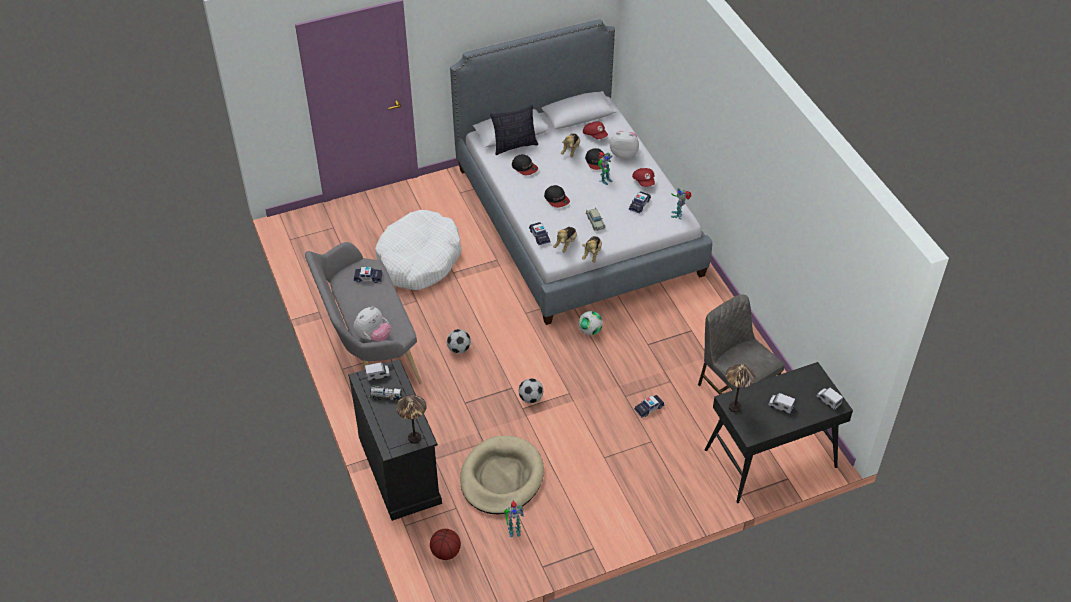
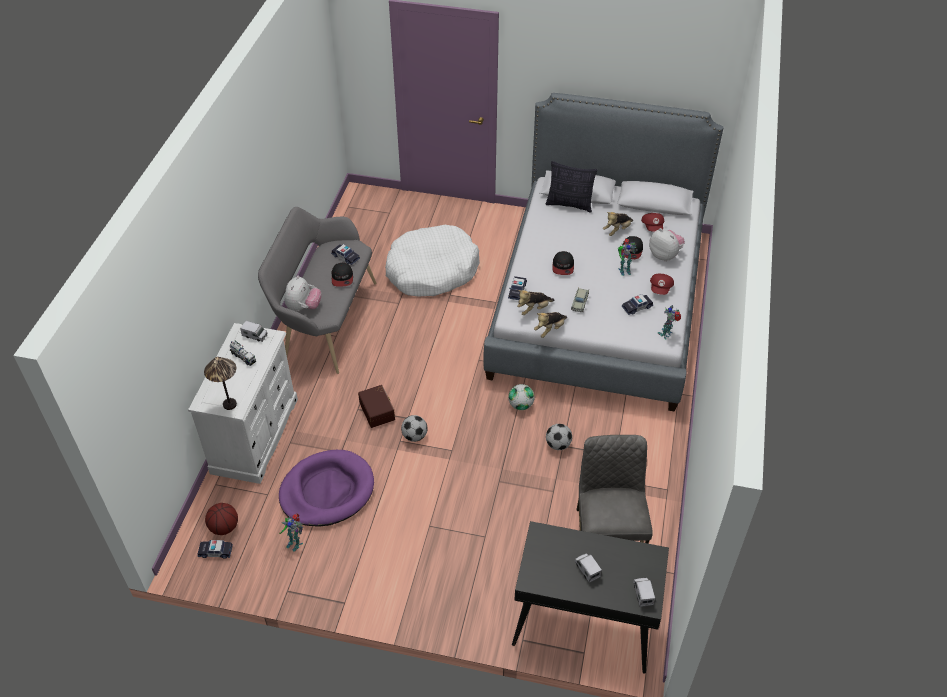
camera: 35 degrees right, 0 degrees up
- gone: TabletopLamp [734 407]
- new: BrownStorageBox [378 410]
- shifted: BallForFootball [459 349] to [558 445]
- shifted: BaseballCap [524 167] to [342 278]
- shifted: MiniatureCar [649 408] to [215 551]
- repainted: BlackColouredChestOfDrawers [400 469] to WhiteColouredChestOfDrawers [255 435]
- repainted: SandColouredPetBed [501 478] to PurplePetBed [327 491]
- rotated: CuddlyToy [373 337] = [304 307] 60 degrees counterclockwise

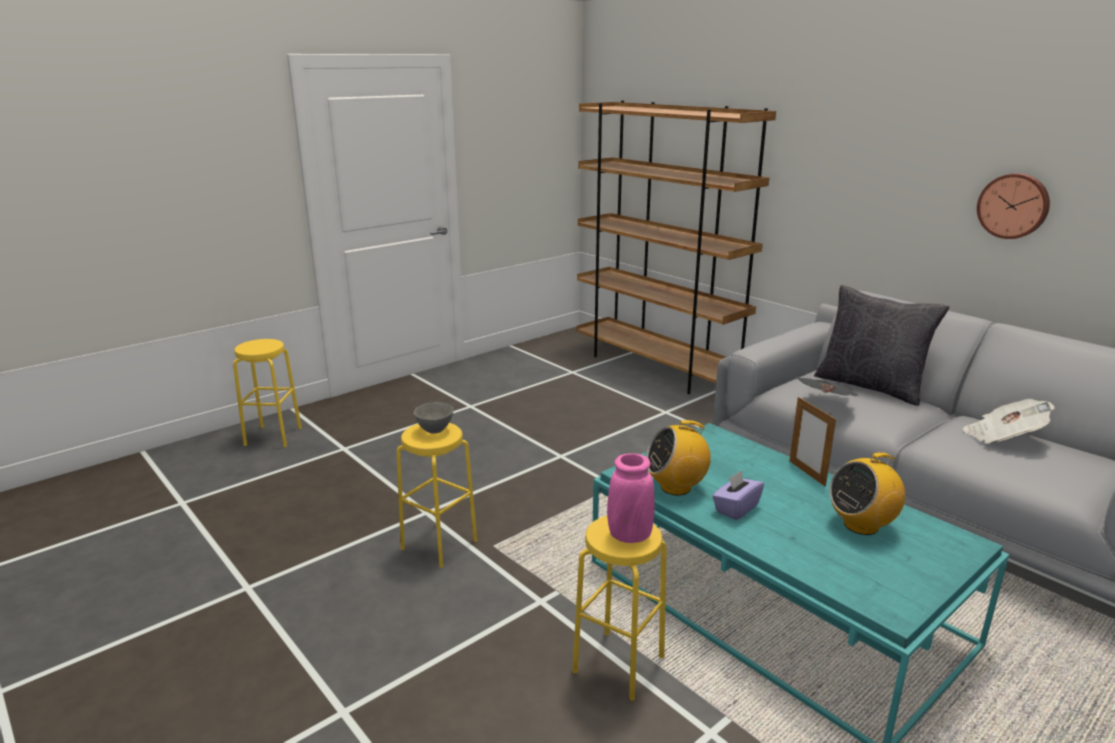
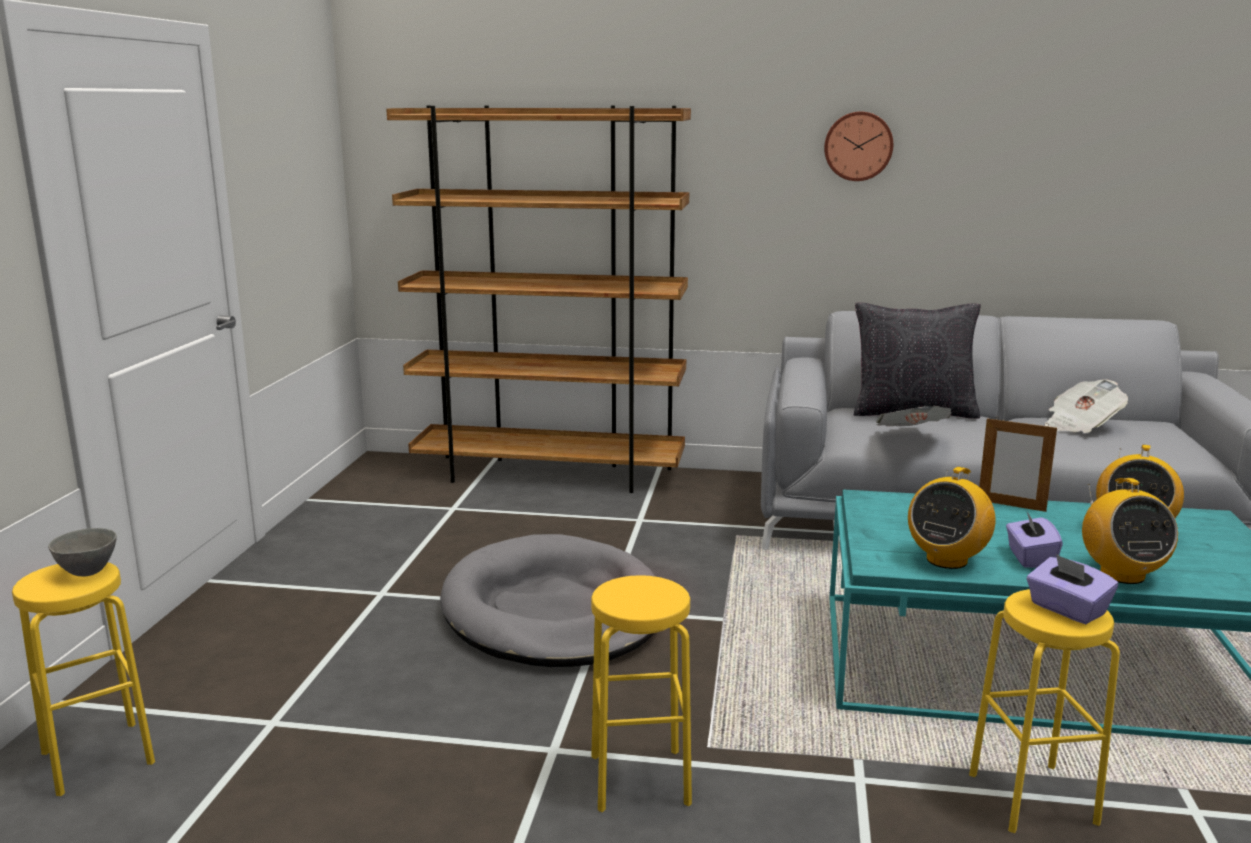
camera: 40 degrees left, 5 degrees down
- new: GreyishPetBed [553 611]
- new: Radio [1121 574]
- shifted: GreyishServingBowl [435 430] to [88 572]
- shifted: HangingClock [1013 205] to [858 146]
- swapped: PinkColouredFlowerVase [629 536] to PurpleBoxOfTissues [1067 610]

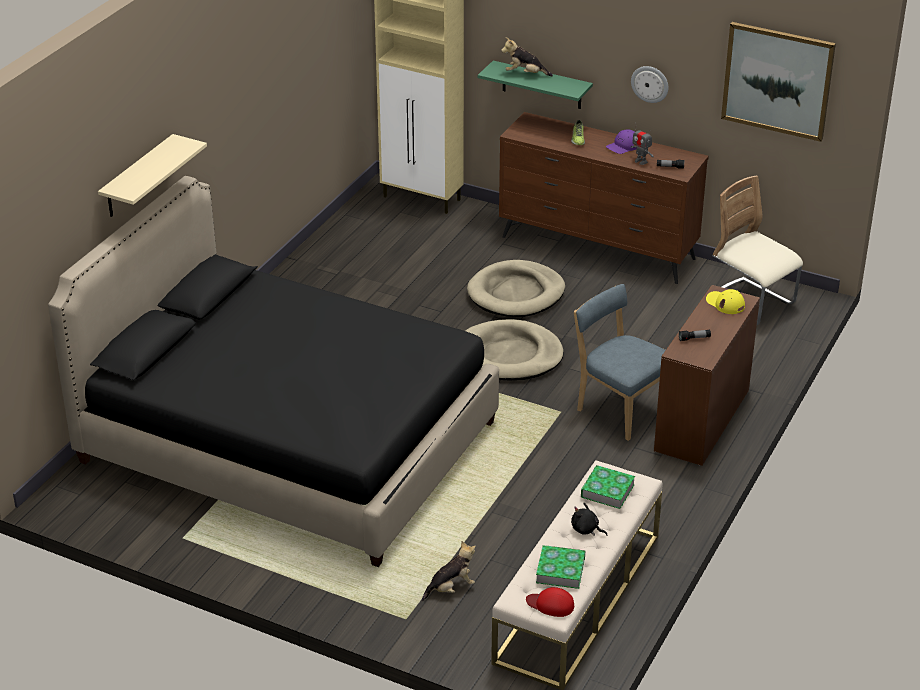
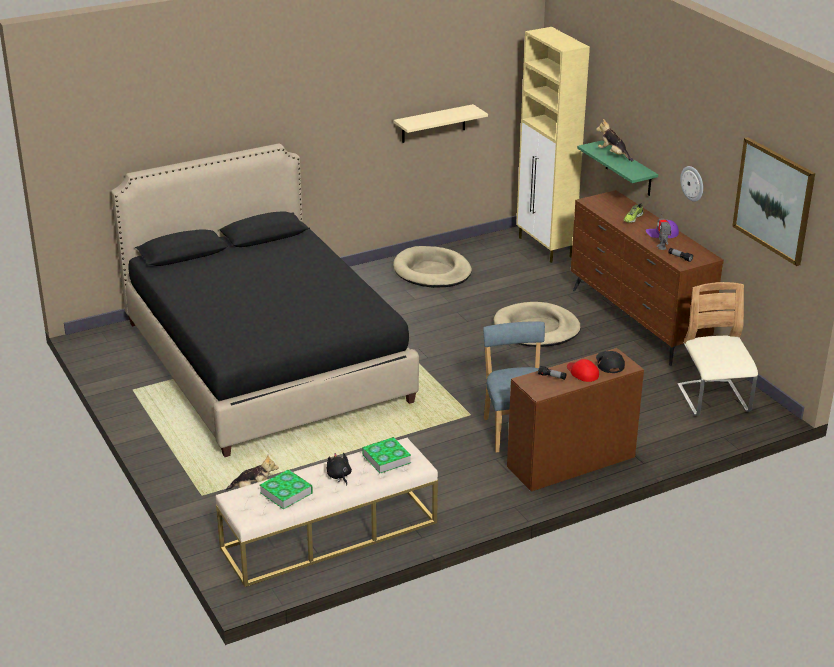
camera: 35 degrees right, 5 degrees down
- shifted: SandColouredWallShelf [138 177] to [433 124]
- shifted: SandColouredPetBed [510 355] to [432 271]
- shifted: RedBaseballCap [550 604] to [582 372]
- repainted: YellowBaseballCap [725 303] to BlackColouredBaseballCap [609 363]

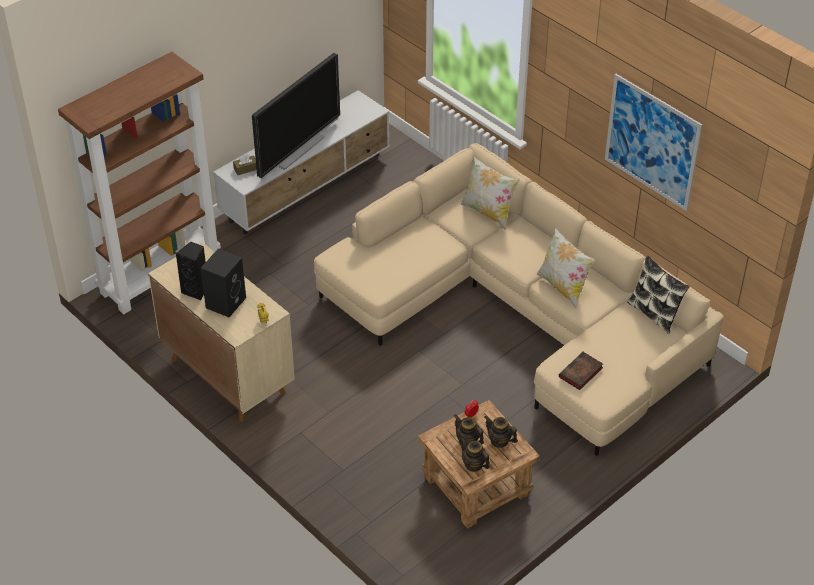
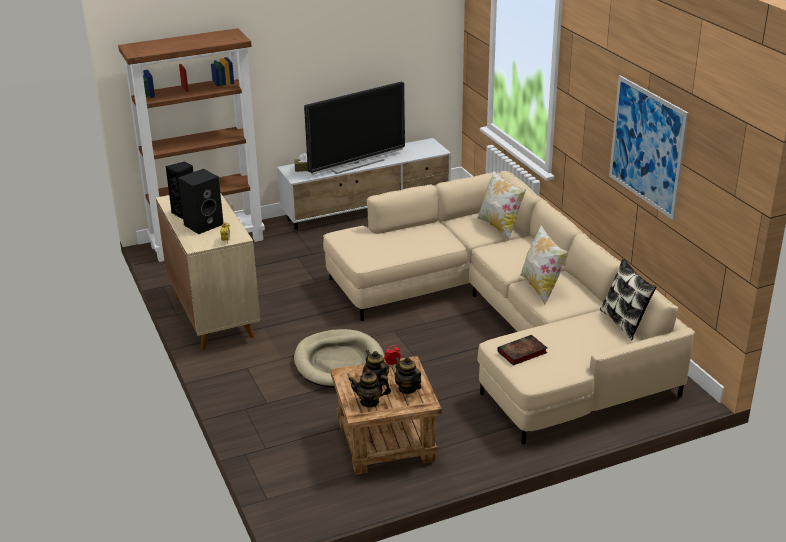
camera: 20 degrees right, 15 degrees down
- new: SandColouredPetBed [339 362]
- rotated: TeaPot [473 464] = [370 401] 60 degrees counterclockwise

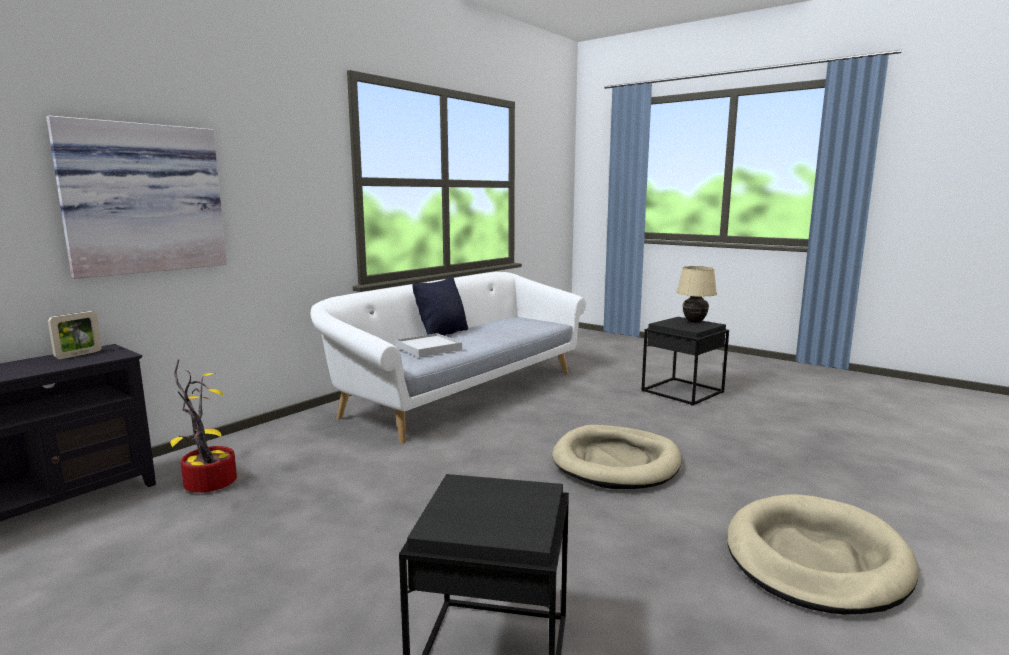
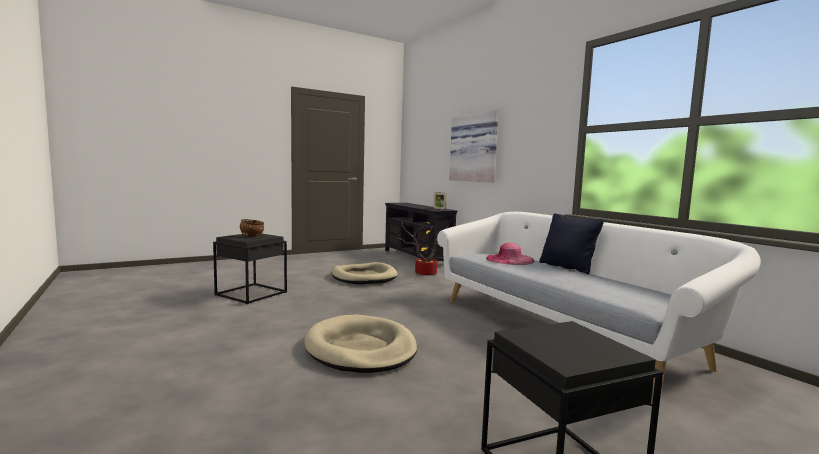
camera: 110 degrees right, 5 degrees down
- gone: SandColouredTabletopLamp [694 322]
- new: BrownServingBowl [252 236]
- shifted: SandColouredPetBed [815 559] to [364 277]
- swapped: WhiteColouredCarryingTray [428 348] to PinkColouredWearableHat [509 259]

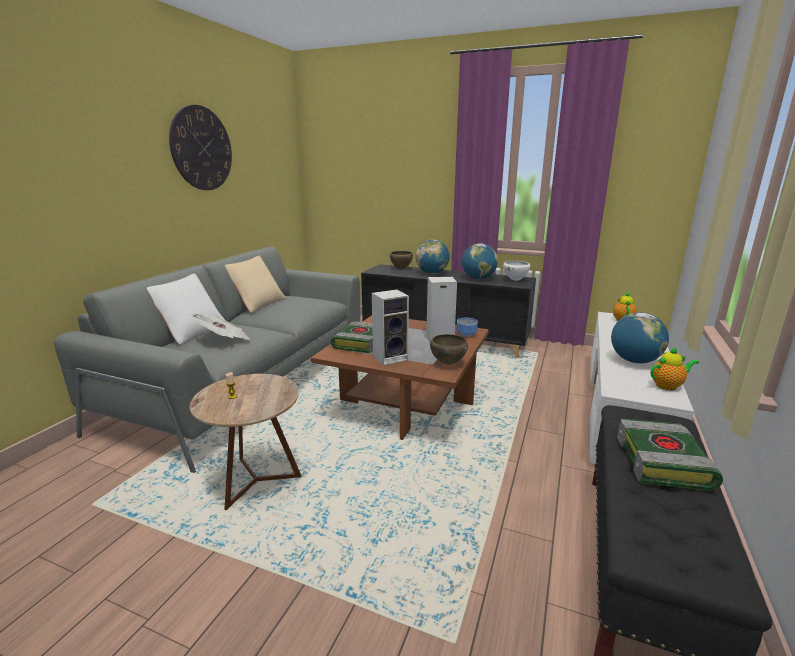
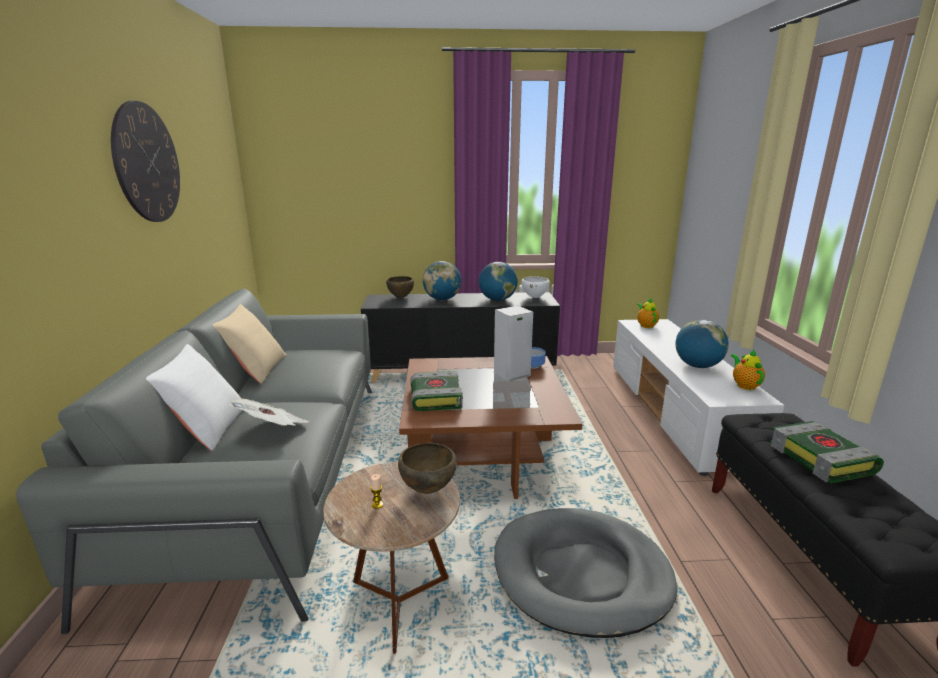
camera: 25 degrees left, 0 degrees up
- gone: Speaker [391 357]
- new: GreyishPetBed [581 574]
- shifted: BrownServingBowl [447 363] to [427 490]
- rotated: TeaPot [668 386] = [744 385] 60 degrees counterclockwise

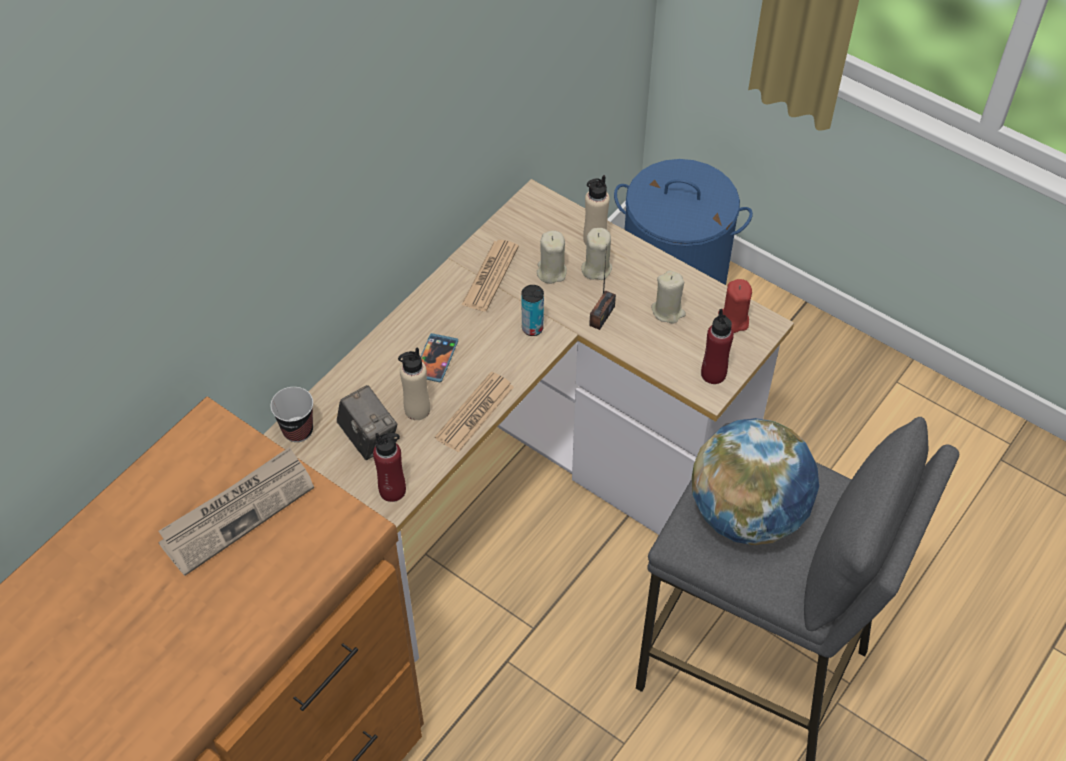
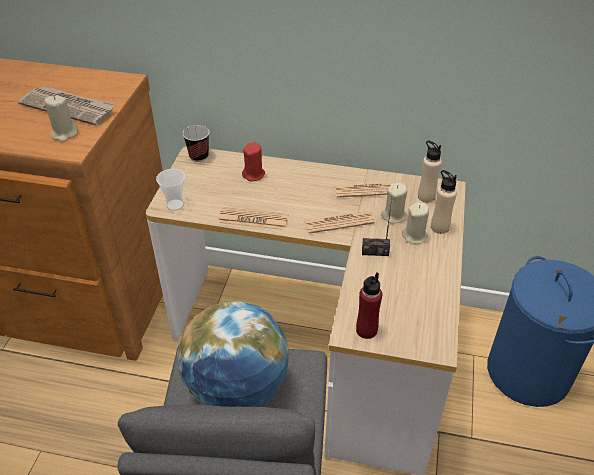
camera: 65 degrees right, 10 degrees down
- gone: PhotoCamera [369 438]
- gone: Handset [435 359]
- shifted: SandColouredBeverageBottle [417 410] to [426 196]
- shifted: SandColouredWaxCandle [668 311] to [64 134]
- shifted: RedWaxCandle [733 320] to [254 174]
- swapped: RedBeverageBottle [392 490] to DrinkingCup [175 205]
- swapped: MetalCan [532 328] to Newspaper [339 222]

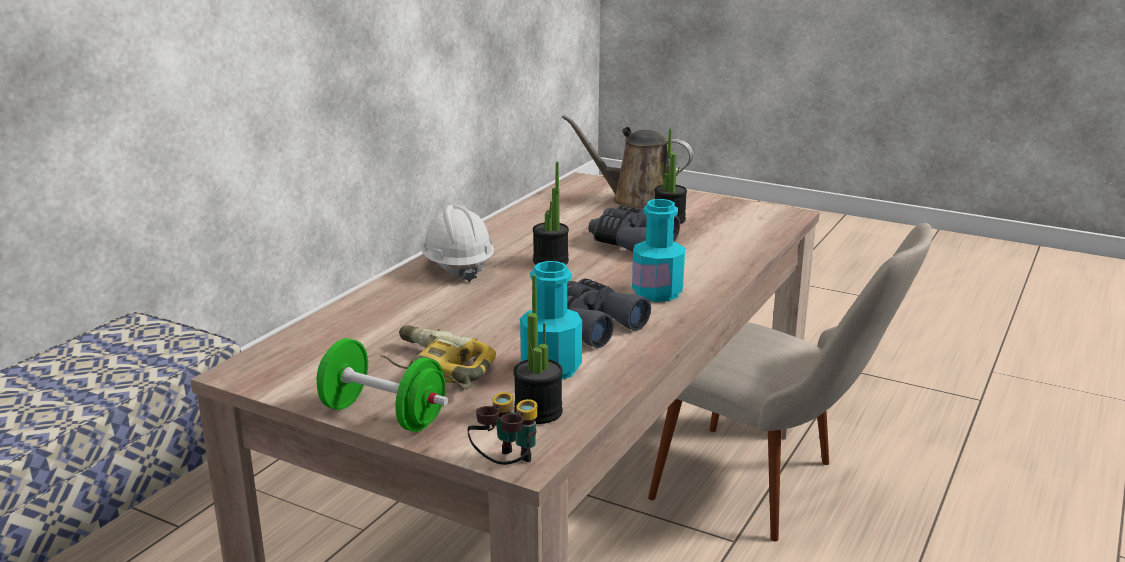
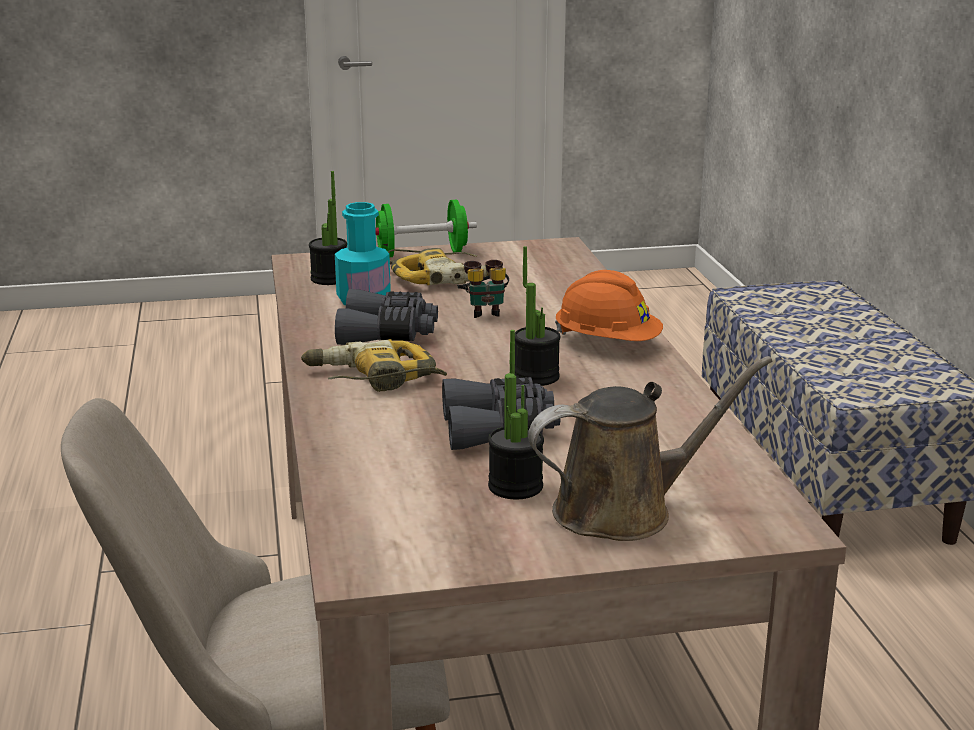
camera: 140 degrees right, 0 degrees up
- shifted: PairOfBinoculars [505 465] to [484 311]
- swapped: BlueGreenBeverageBottle [657 293] to ElectricDrill [372 379]
- repainted: WhiteColouredHardHat [457 267] to OrangeyHardHat [607 343]

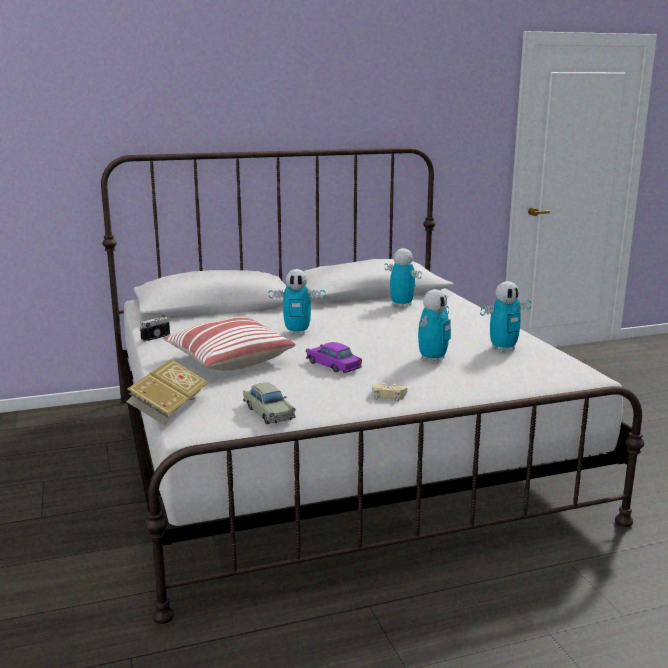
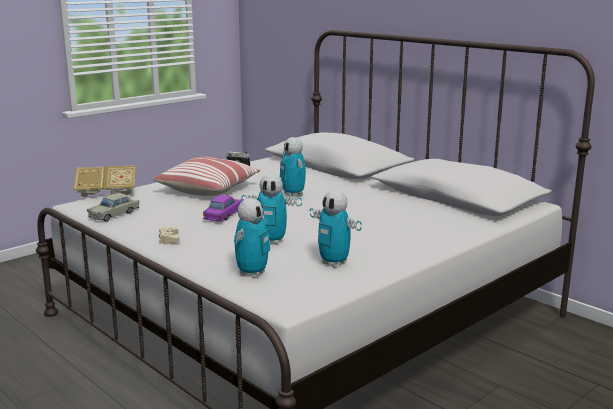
camera: 65 degrees right, 0 degrees up
- shifted: ToyRobot [401 305] to [252 273]

